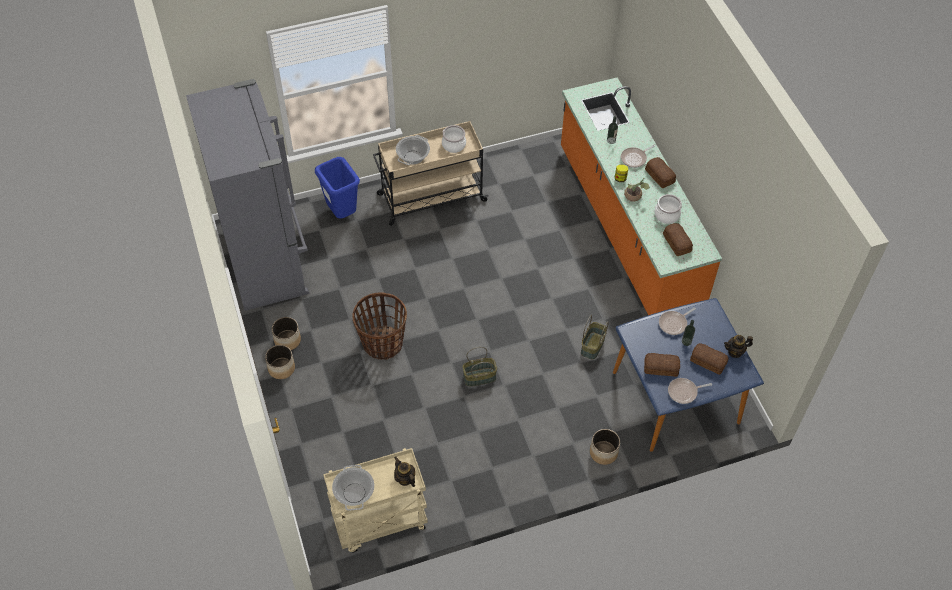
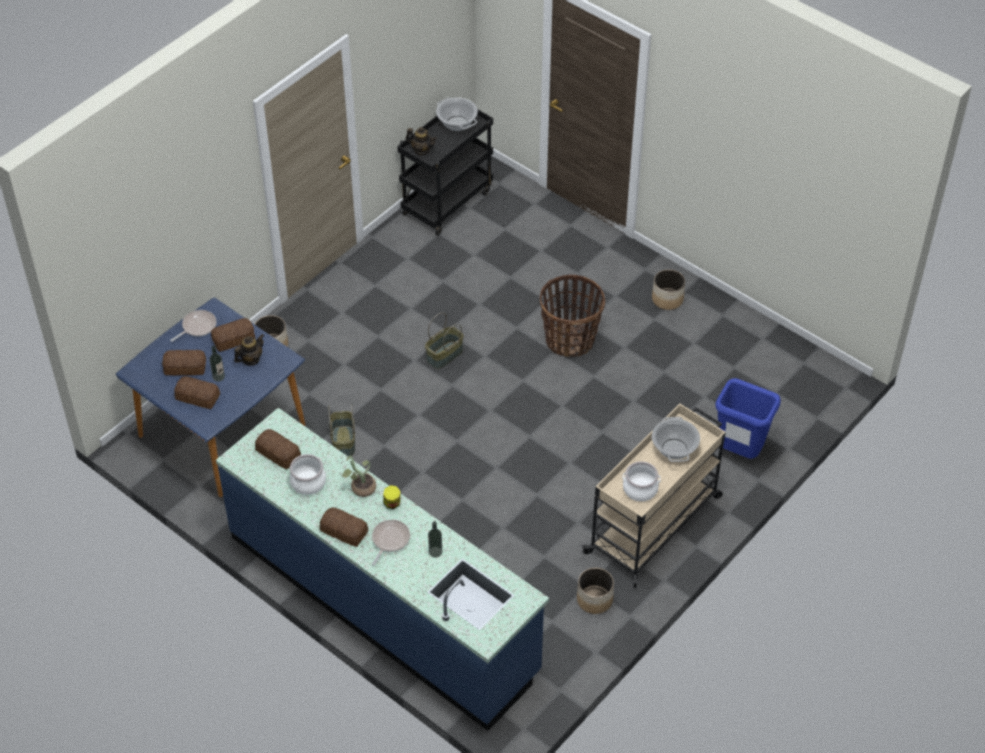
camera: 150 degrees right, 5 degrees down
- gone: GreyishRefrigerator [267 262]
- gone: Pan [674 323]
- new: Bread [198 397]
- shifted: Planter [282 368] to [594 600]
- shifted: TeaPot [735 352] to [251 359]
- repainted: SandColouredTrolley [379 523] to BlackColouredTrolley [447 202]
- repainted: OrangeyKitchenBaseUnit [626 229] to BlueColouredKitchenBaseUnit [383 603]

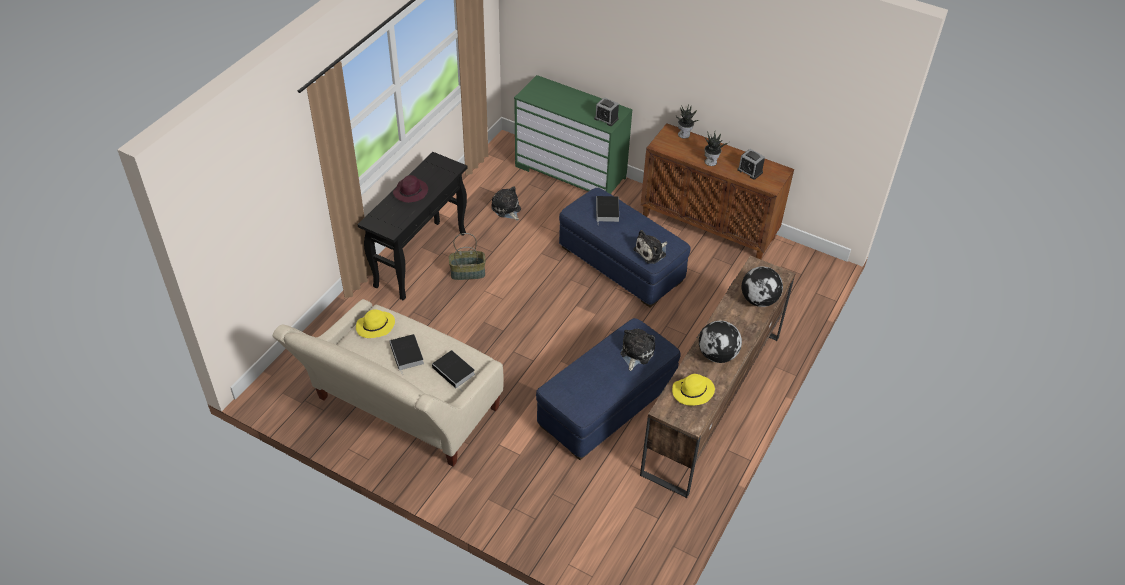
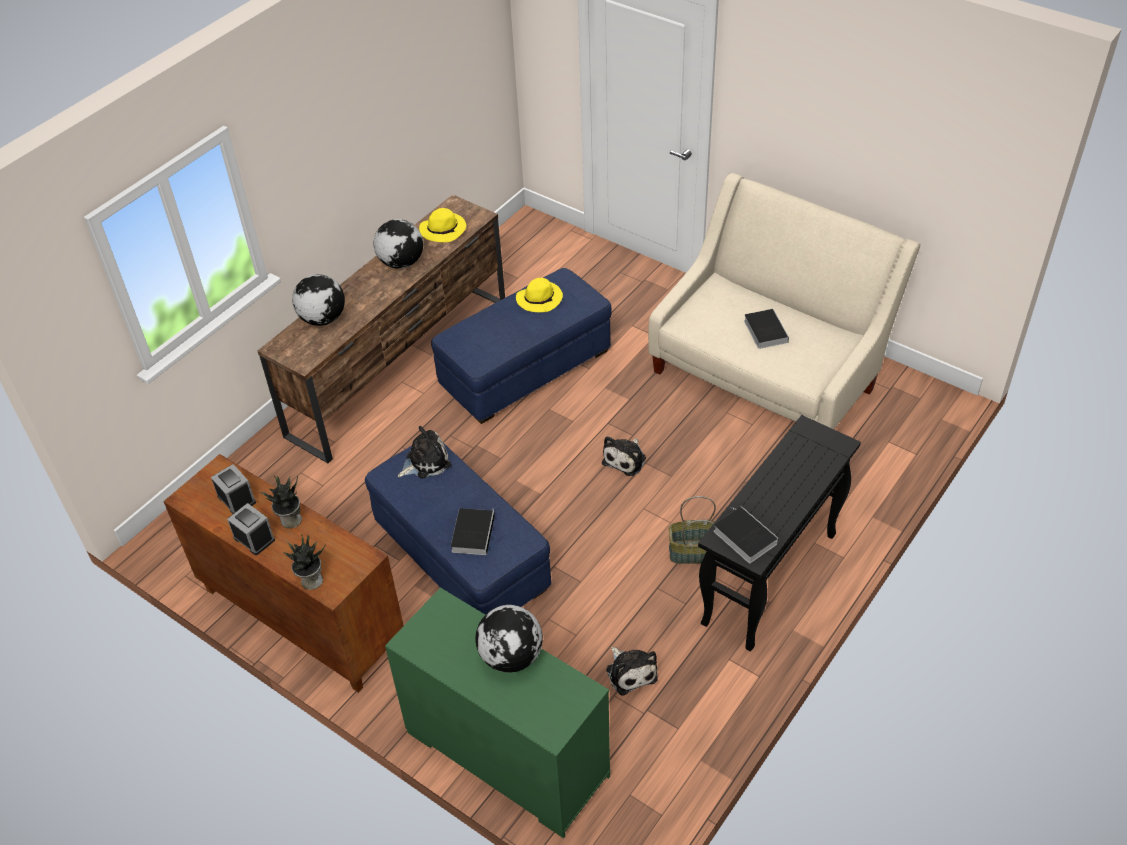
camera: 170 degrees left, 0 degrees up
- gone: PurpleWearableHat [410 192]
- new: DeskGlobe [511 657]
- shifted: YellowWearableHat [375 327] to [540 299]
- shifted: Book [454 371] to [743 536]
- shifted: BedsideClock [606 119] to [254 538]
- shifted: CuddlyToy [636 353] to [626 459]

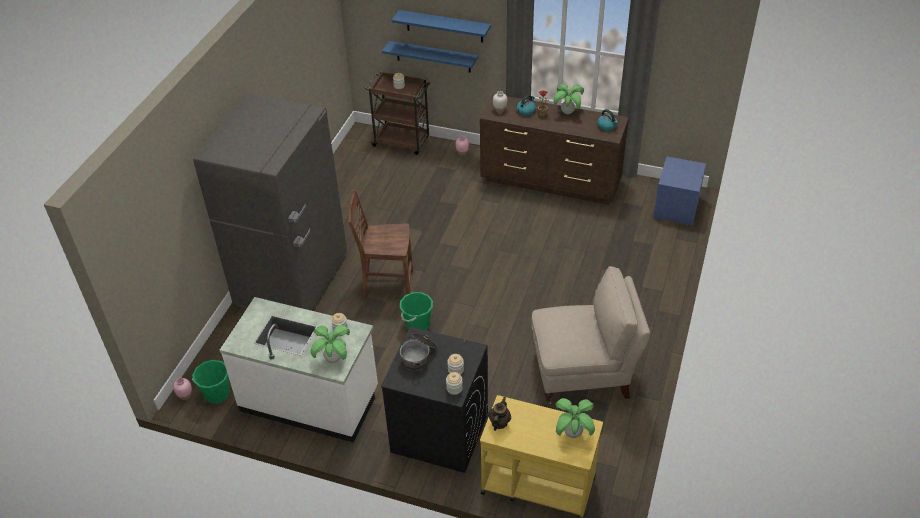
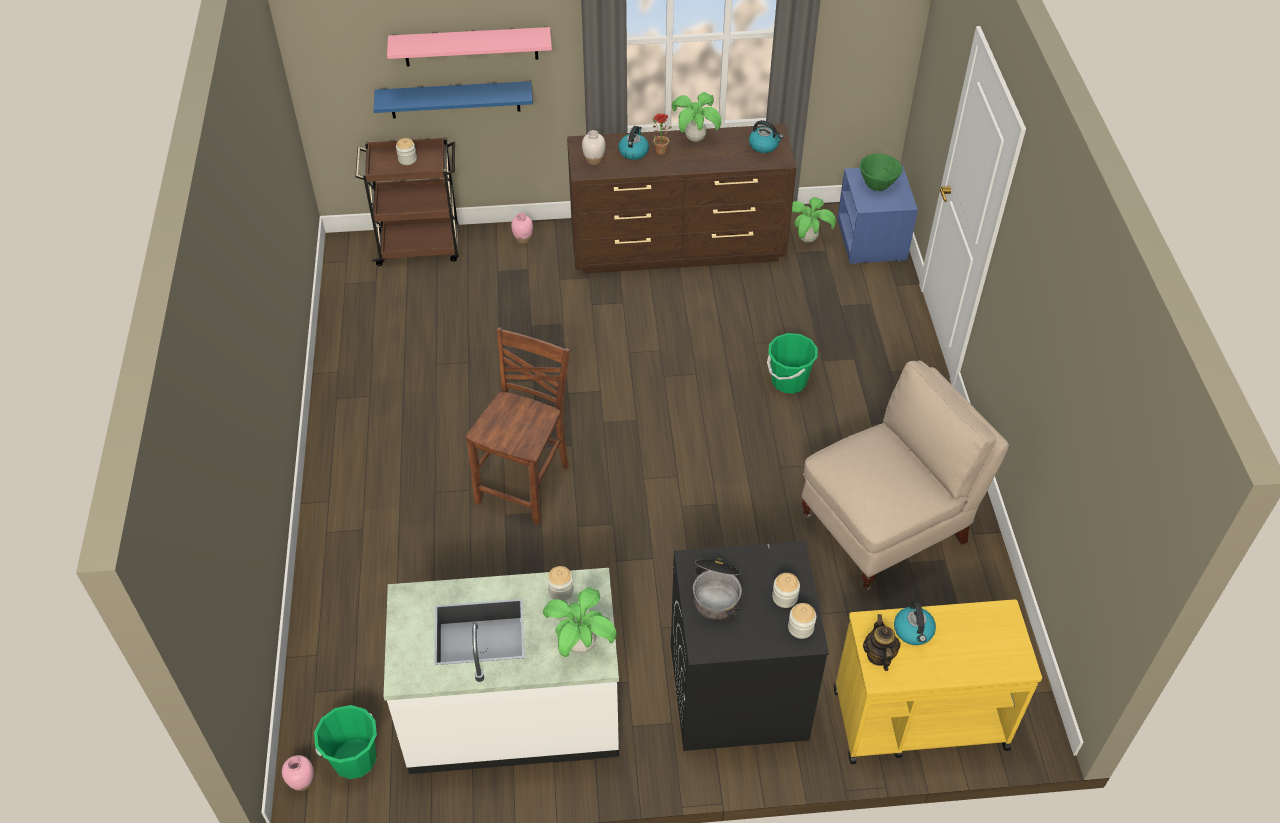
camera: 25 degrees left, 5 degrees up
- gone: GreyishRefrigerator [293 281]
- new: GreenServingBowl [878 185]
- new: WaterKettle [913 631]
- shifted: GreenBucket [417 324] to [788 381]
- shifted: PottedPlant [572 433] to [807 239]
- repainted: BlueColouredWallShelf [444 26] to PinkColouredWallShelf [471 46]
- rotated: BrownUprightChair [386 284] = [526 484] 135 degrees clockwise

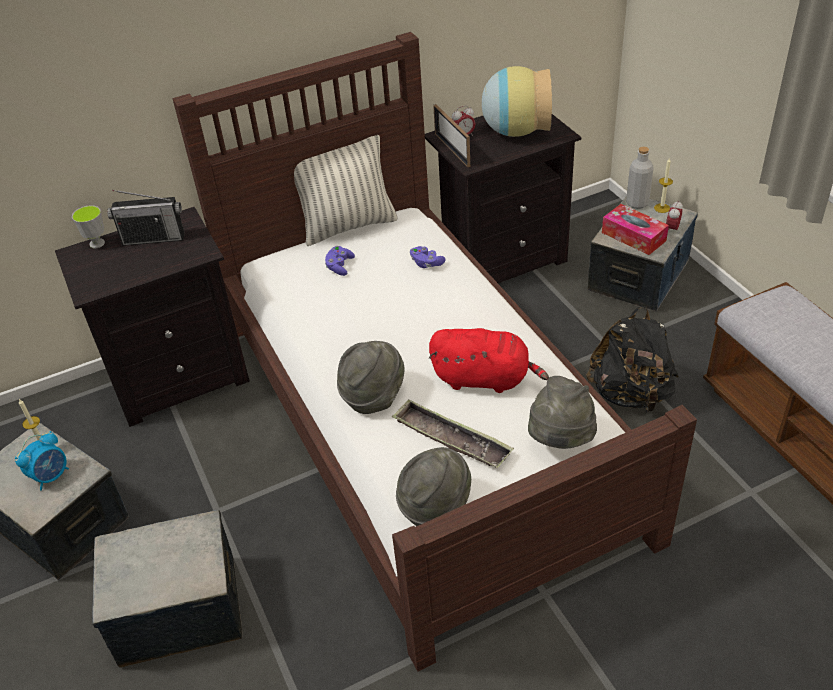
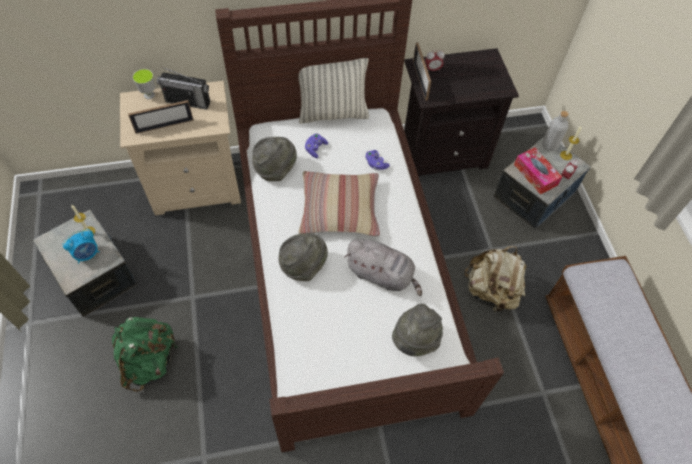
camera: 10 degrees right, 15 degrees up
- gone: CarryingTray [451 439]
- gone: FlowerVase [516 131]
- new: StandingFrame [164 126]
- new: ThrowPillow [339 209]
- shifted: GreyishWearableHat [435 507] to [275 169]
- swapped: StorageBox [178 609] to GreenKnapsack [149 361]
- repainted: BlackColouredNightstand [180 377] to SandColouredNightstand [197 186]
- repainted: RedCuddlyToy [485 379] to GreyishCuddlyToy [382 275]
- repainted: BlackColouredKnapsack [630 394] to SandColouredKnapsack [491 291]

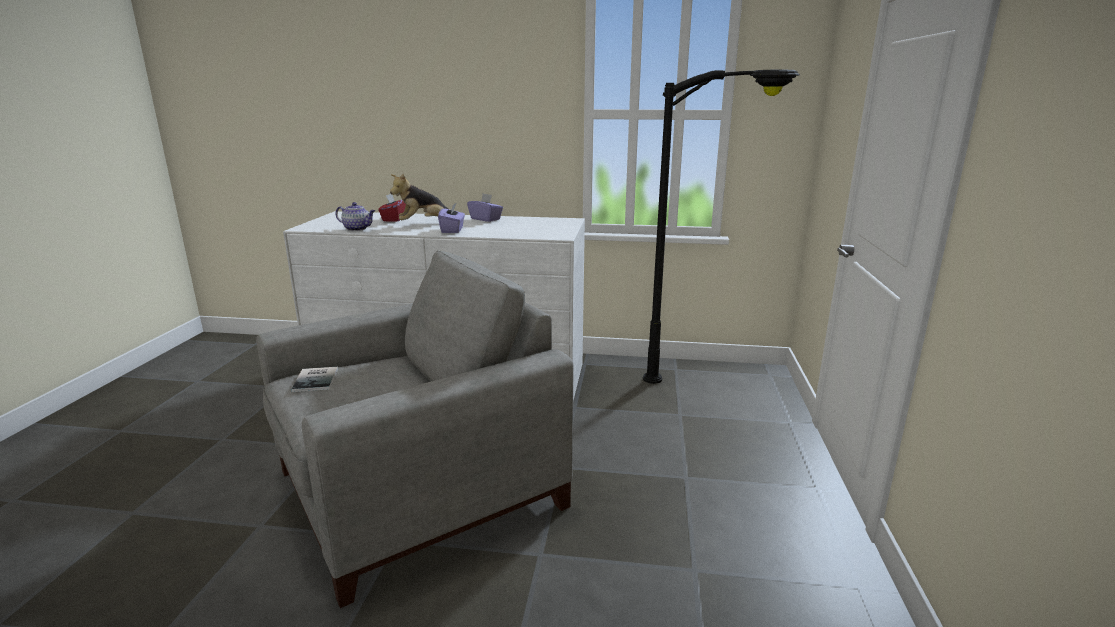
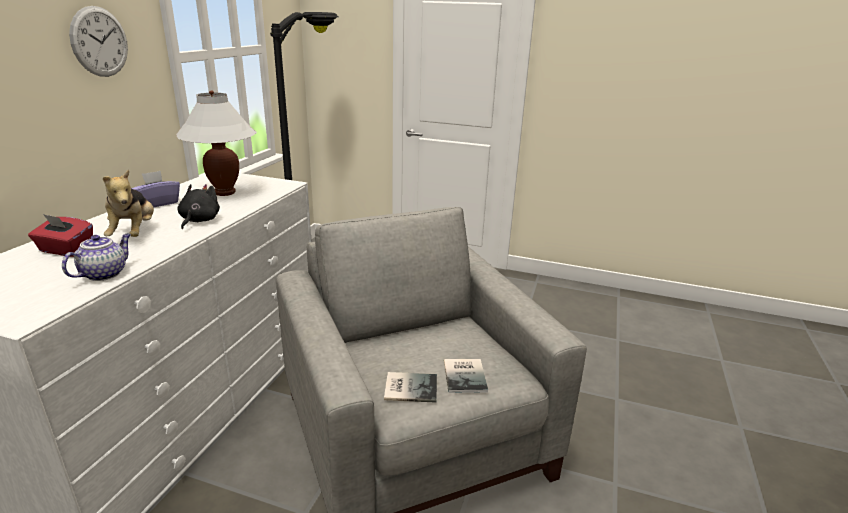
camera: 80 degrees left, 5 degrees up
- new: HangingClock [99 42]
- new: WhiteColouredTabletopLamp [225 193]
- new: Book [466 375]
- swapped: PurpleBoxOfTissues [452 230] to BlackColouredCuddlyToy [199 220]

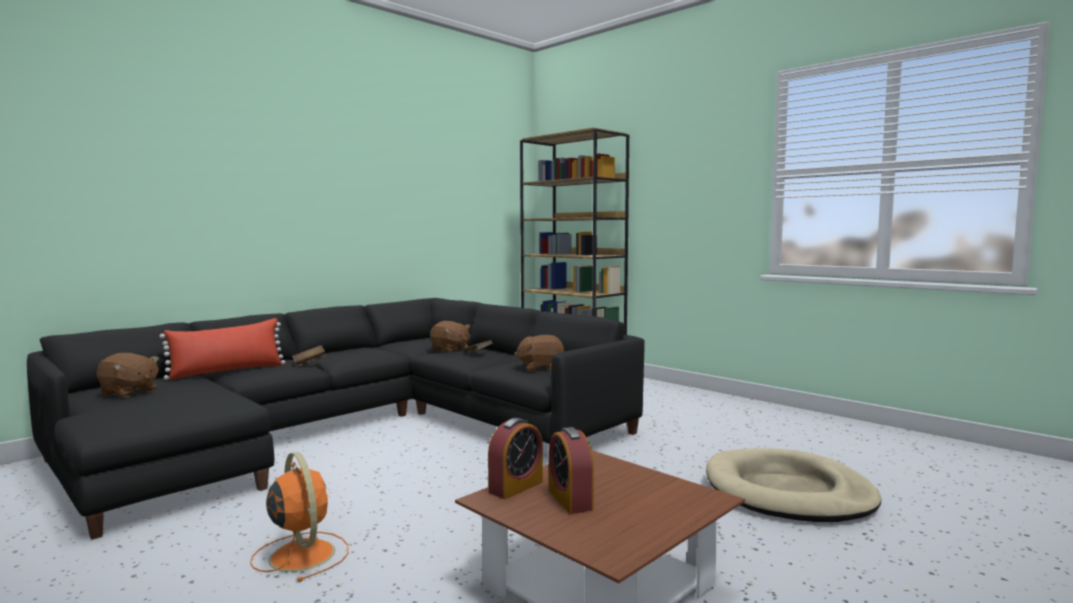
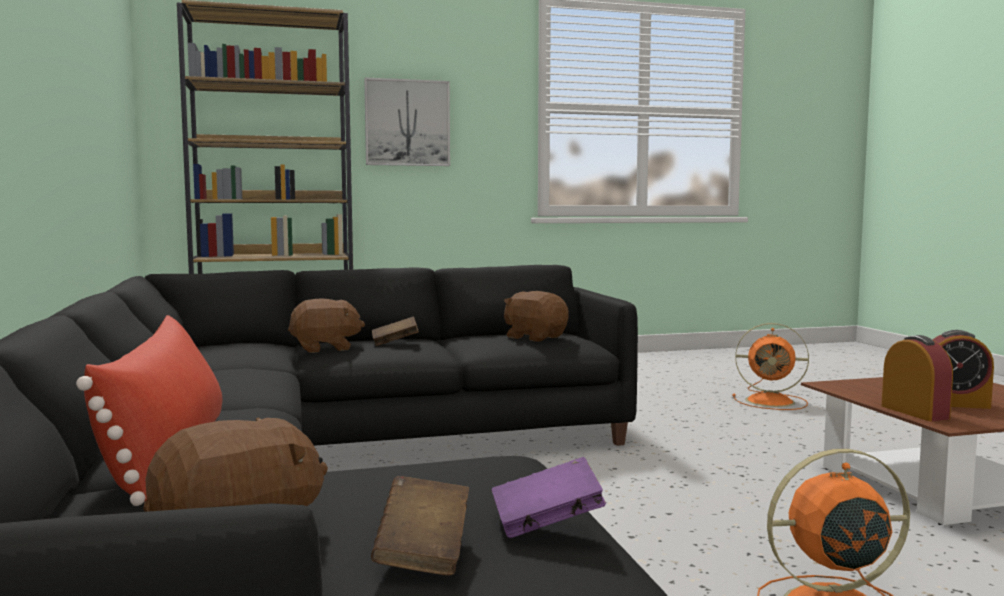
camera: 60 degrees left, 0 degrees up
- new: WallArt [407 123]
- new: PurpleBook [546 523]
- shifted: BrownBook [309 363] to [423 553]
- swapped: SandColouredPetBed [788 492] to OrangeyCoolingFan [772 401]
- rotated: BrownCuddlyToy [541 368] = [535 337] 105 degrees clockwise

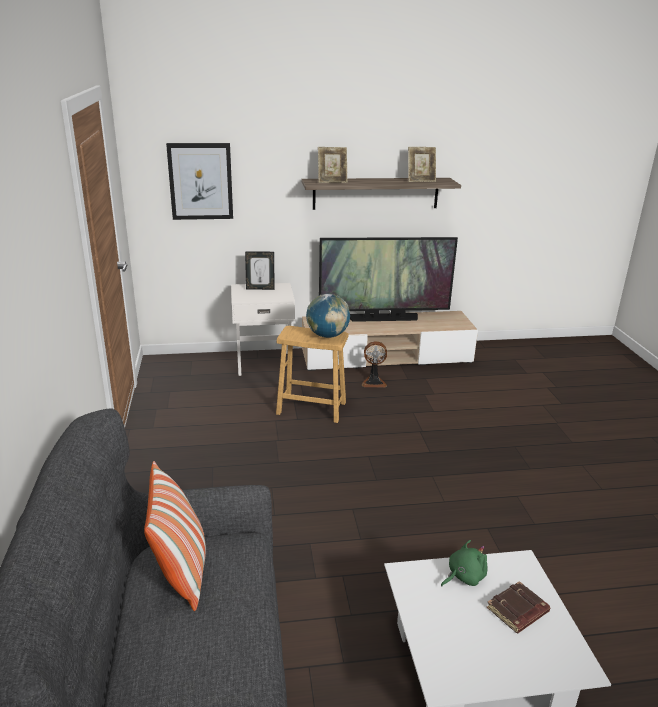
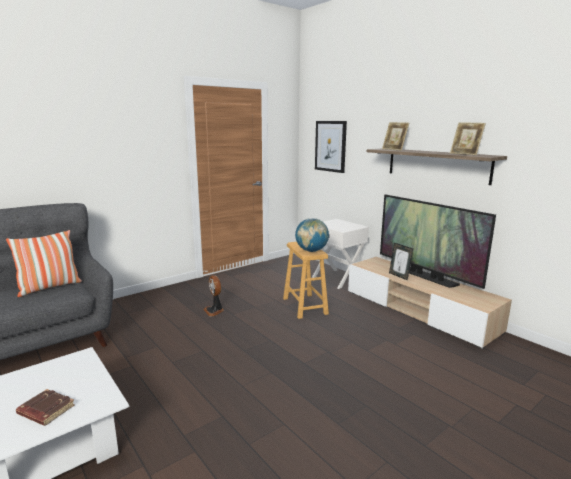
camera: 60 degrees right, 10 degrees down
- gone: GreenCuddlyToy [464 576]
- shifted: StandingFrame [260 288] to [399 276]
- shifted: CoolingFan [373 382] to [214 311]

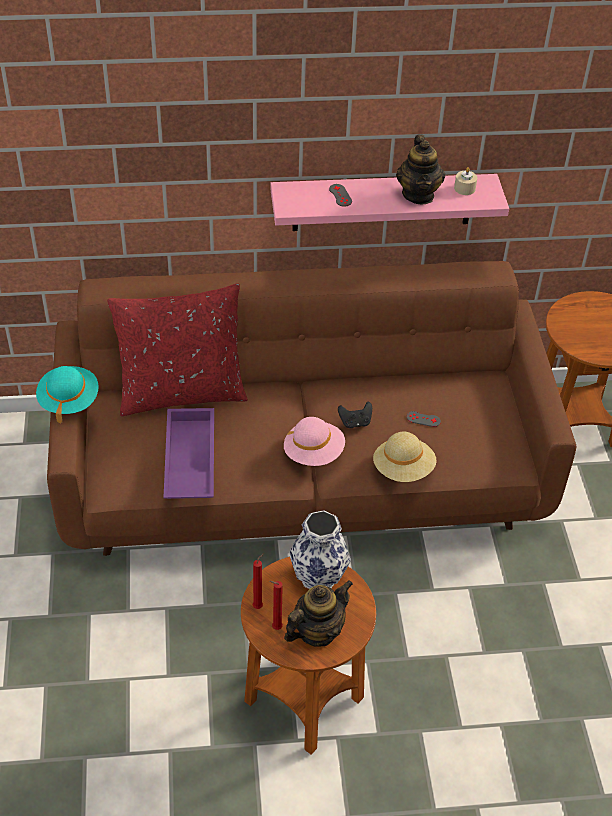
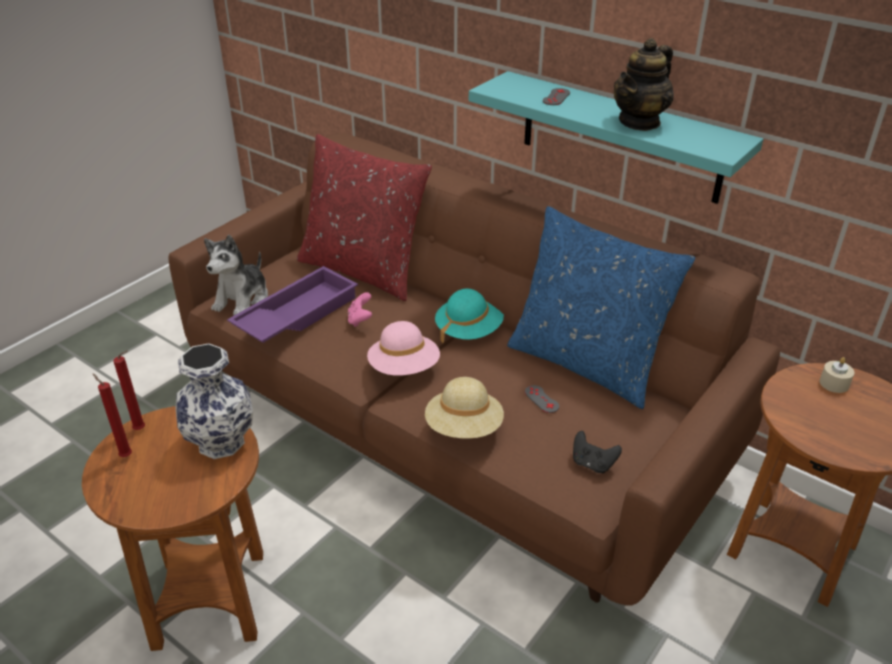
camera: 45 degrees right, 10 degrees down
- gone: TeaPot [317 631]
- new: CuddlyToy [242 299]
- new: PinkColouredGameController [360 320]
- new: BlueColouredThrowPillow [586 363]
- shifted: BlueGreenWearableHat [69 400] to [468 330]
- shifted: BlackColouredGameController [355 422] to [592 464]
- shifted: SandColouredWaxCandle [464 188] to [834 383]
- repainted: PinkColouredWallShelf [382 202] to BlueGreenWallShelf [620 137]

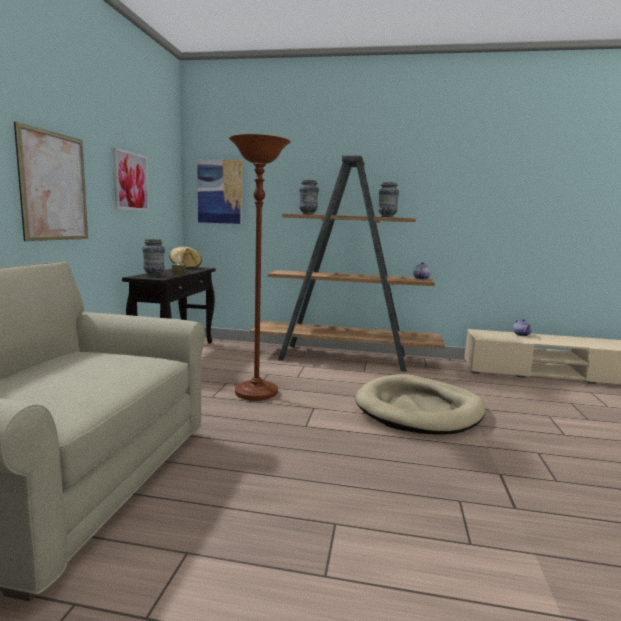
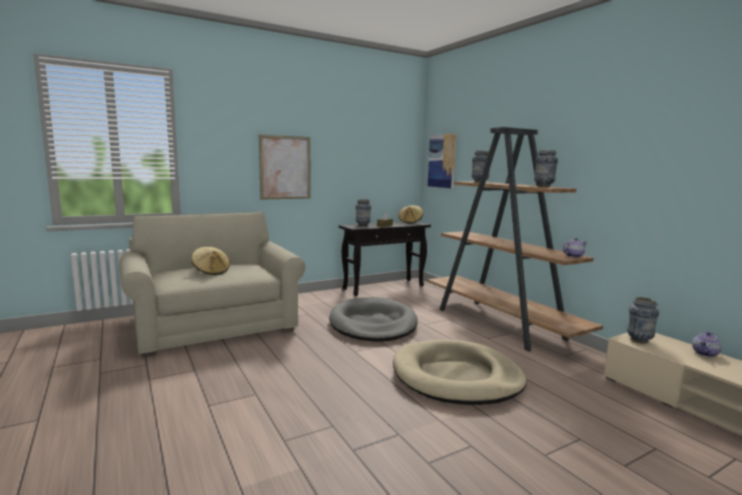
camera: 50 degrees right, 0 degrees up
- gone: WallArt [130 181]
- new: SandColouredWearableHat [211 272]
- new: FlowerVase [639 340]
- swapped: BrownStandingLamp [256 393] to GreyishPetBed [373 324]

